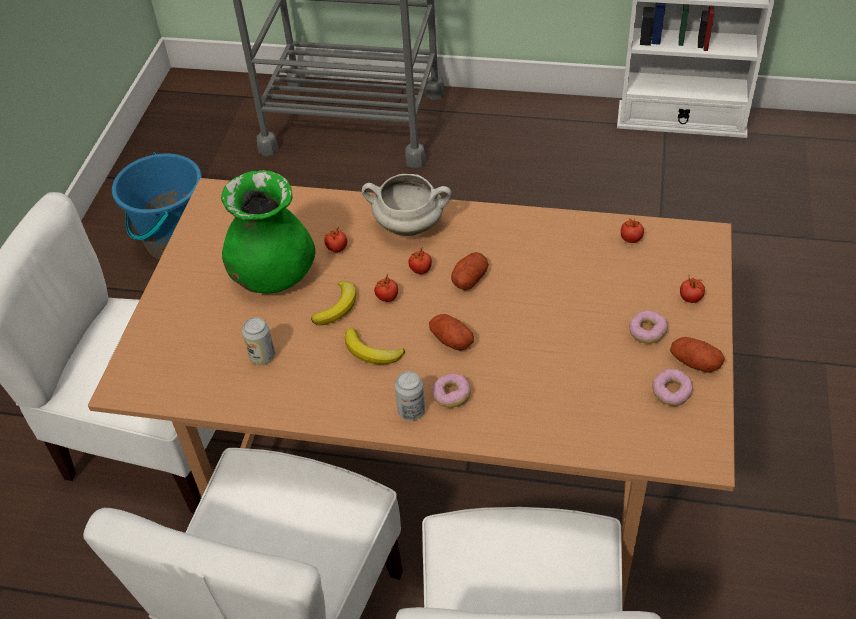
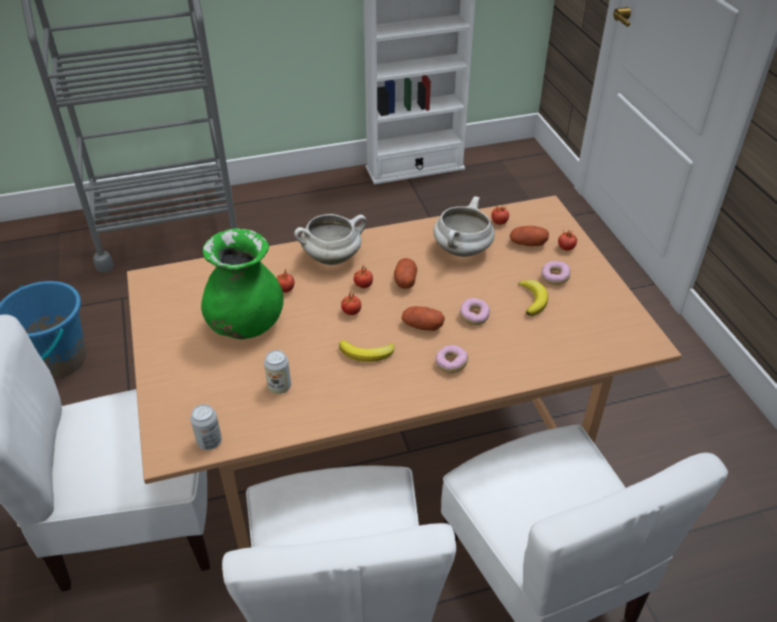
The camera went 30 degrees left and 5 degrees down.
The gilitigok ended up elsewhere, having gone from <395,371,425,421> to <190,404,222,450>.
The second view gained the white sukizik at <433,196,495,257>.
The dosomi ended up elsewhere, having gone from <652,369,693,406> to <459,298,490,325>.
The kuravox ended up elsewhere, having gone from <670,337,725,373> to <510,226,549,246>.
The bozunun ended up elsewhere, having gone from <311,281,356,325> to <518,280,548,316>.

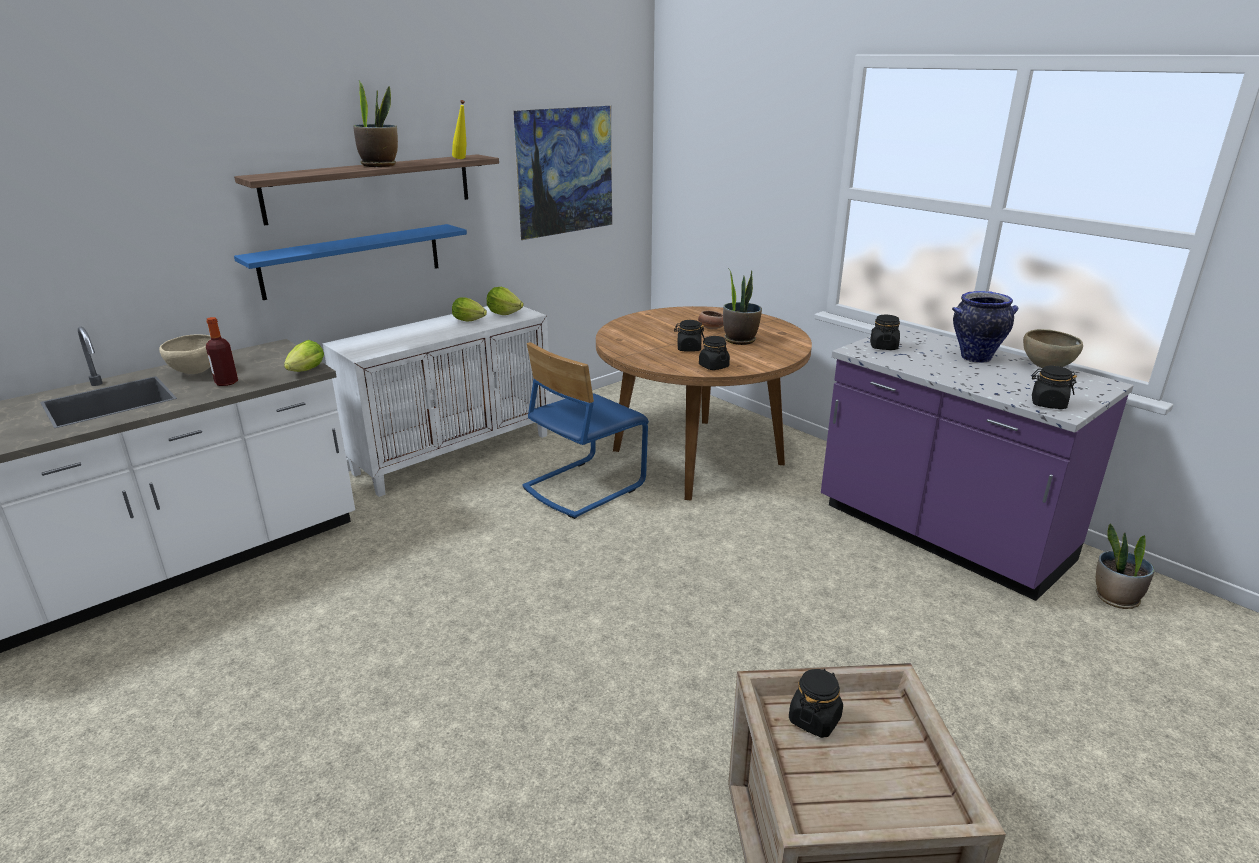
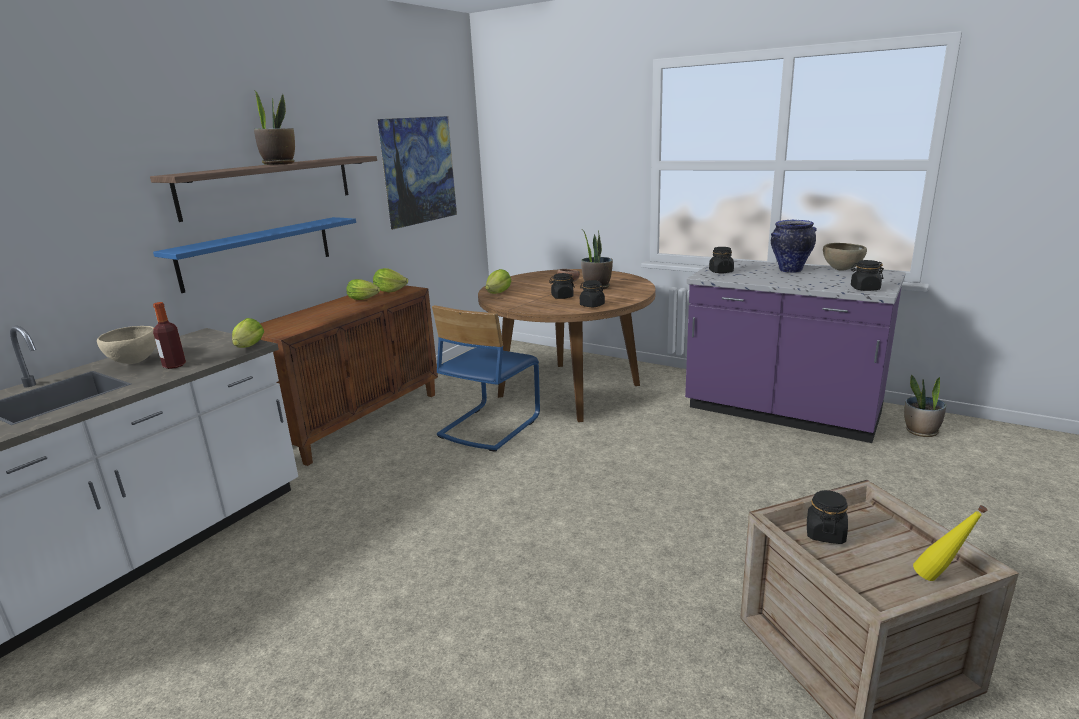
The camera went 15 degrees left and 5 degrees down.
What was the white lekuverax at <323,306,551,497> turned into the brown lekuverax at <260,285,438,466>.
The second view gained the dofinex at <485,269,512,294>.
The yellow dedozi ended up elsewhere, having gone from <452,100,467,159> to <913,505,987,581>.

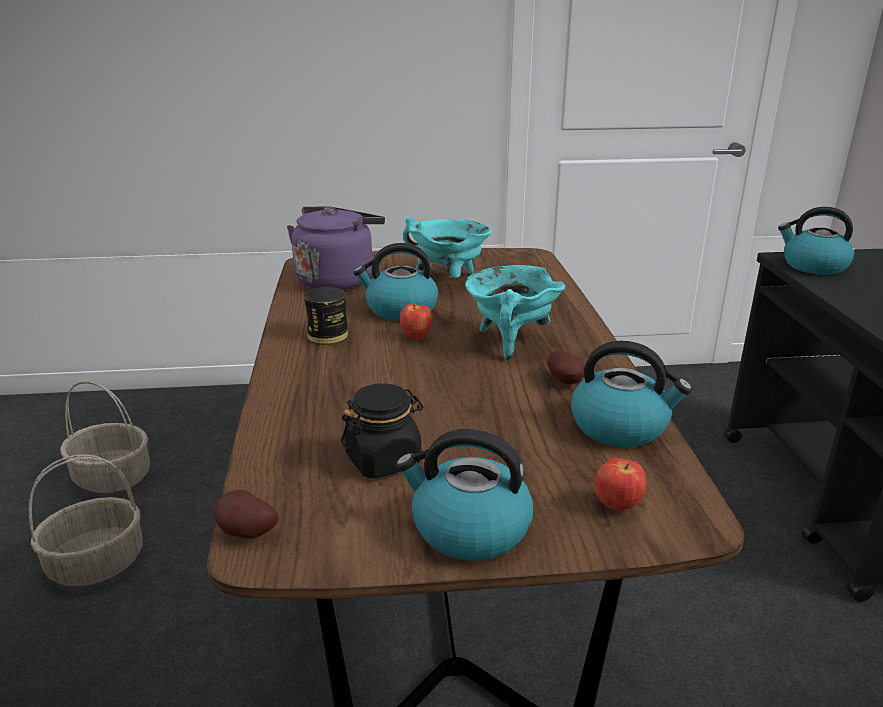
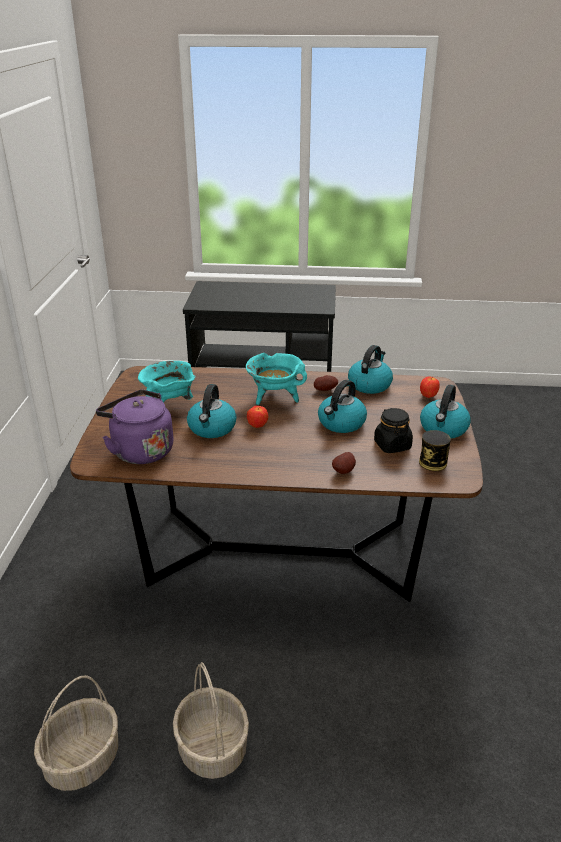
The camera went 80 degrees left and 5 degrees up.
The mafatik ended up elsewhere, having gone from <778,207,854,275> to <318,380,367,433>.
The kuravox ended up elsewhere, having gone from <214,490,279,539> to <332,452,356,474>.
The gilitigok ended up elsewhere, having gone from <304,287,348,345> to <419,430,451,471>.

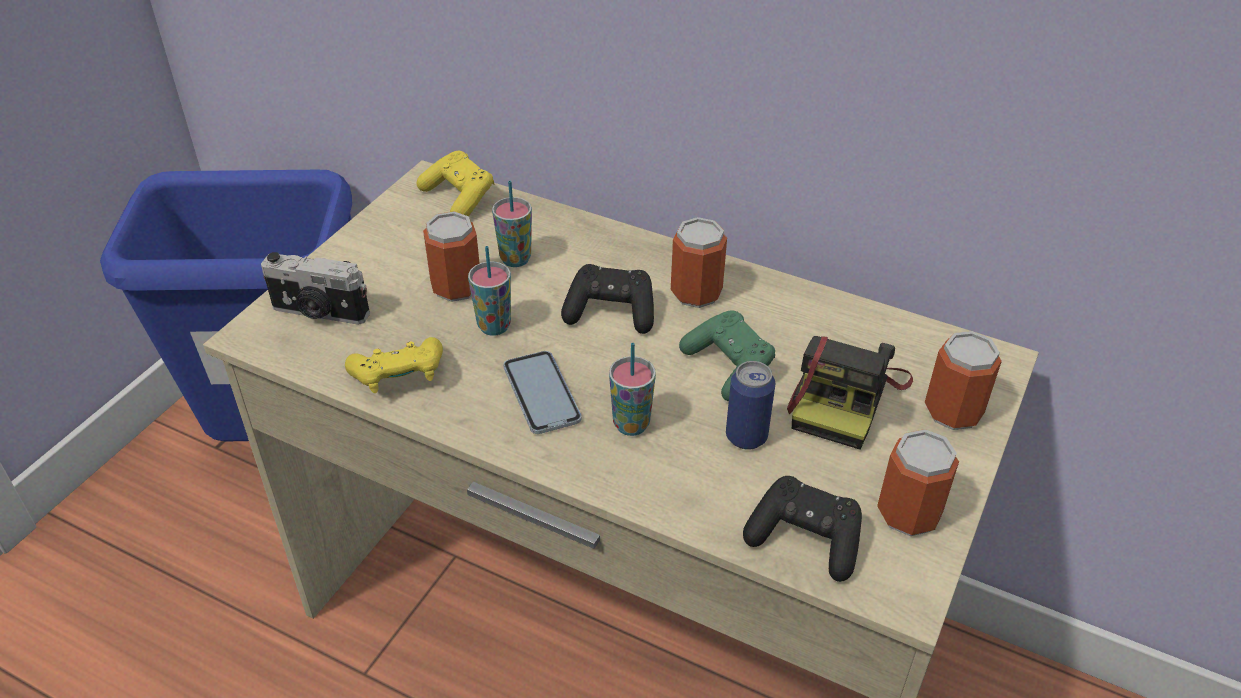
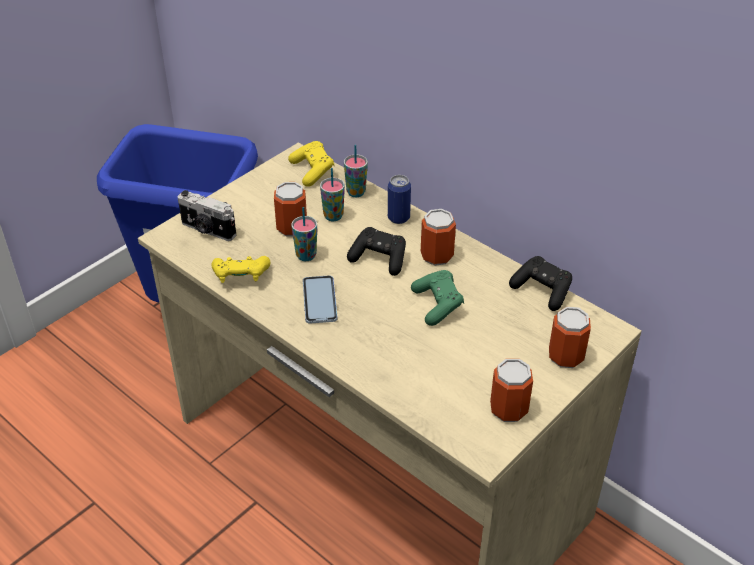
The camera went 15 degrees right and 0 degrees up.
The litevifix ended up elsewhere, having gone from <609,343,656,436> to <344,145,368,197>.
The gilitigok ended up elsewhere, having gone from <726,361,775,450> to <388,175,411,224>.
The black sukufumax ended up elsewhere, having gone from <743,476,862,582> to <509,256,572,311>.
The second view lost the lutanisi at <787,336,913,449>.

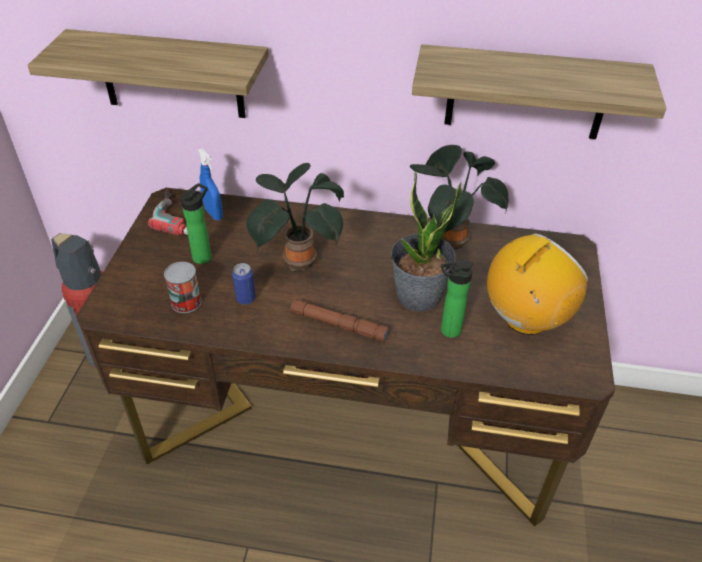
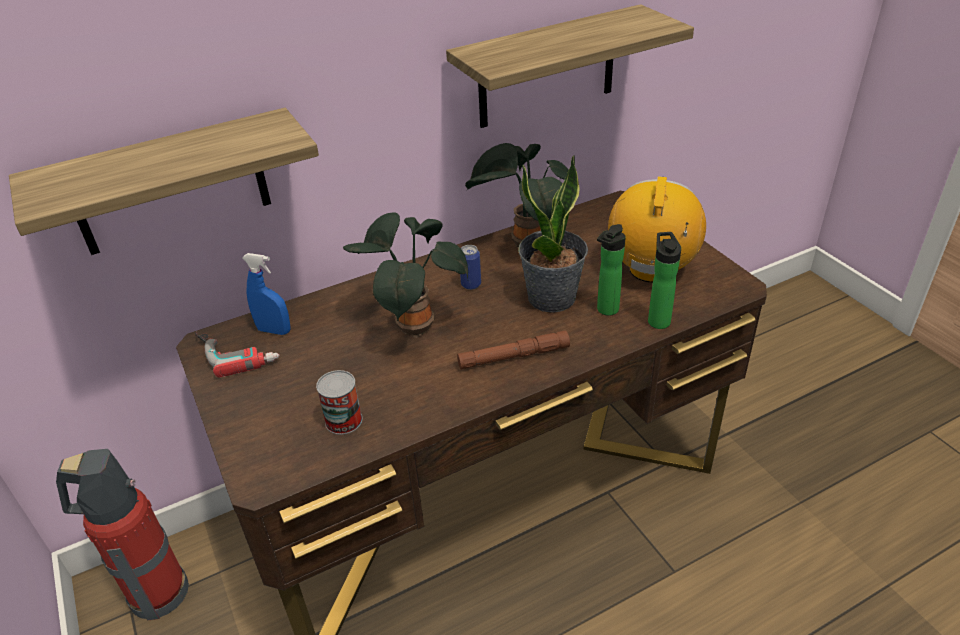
The camera went 35 degrees left and 5 degrees down.
The gilitigok ended up elsewhere, having gone from <232,263,256,305> to <460,245,481,290>.
The dedozi ended up elsewhere, having gone from <181,183,212,264> to <648,232,681,329>.

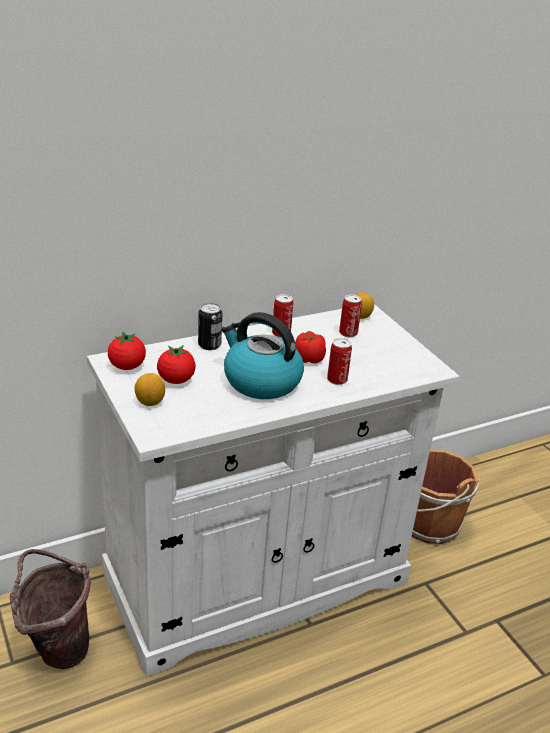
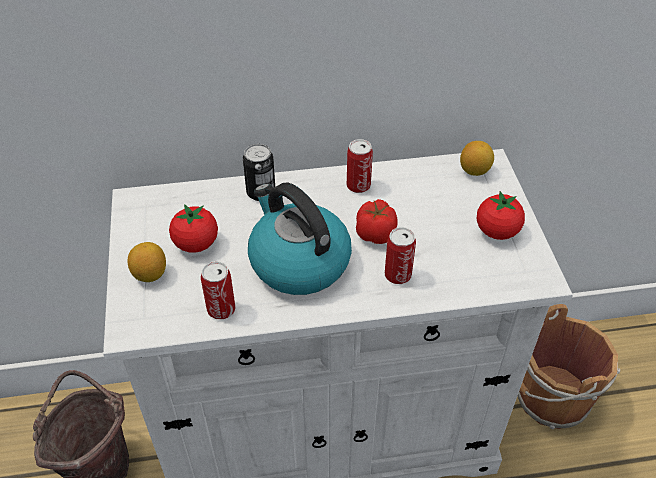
The camera went 20 degrees right and 15 degrees up.
The gilitigok ended up elsewhere, having gone from <339,294,362,338> to <201,261,235,319>.
The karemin ended up elsewhere, having gone from <108,331,146,370> to <477,191,525,240>.

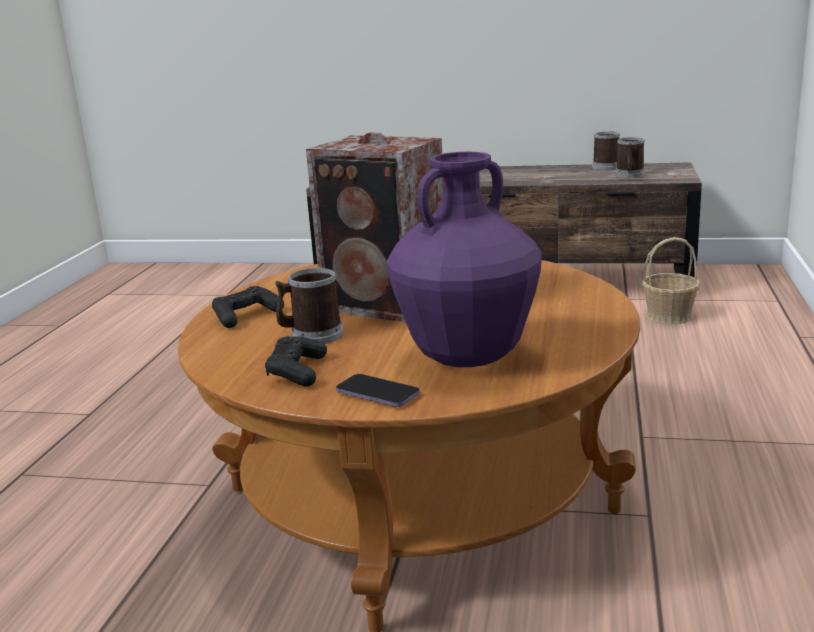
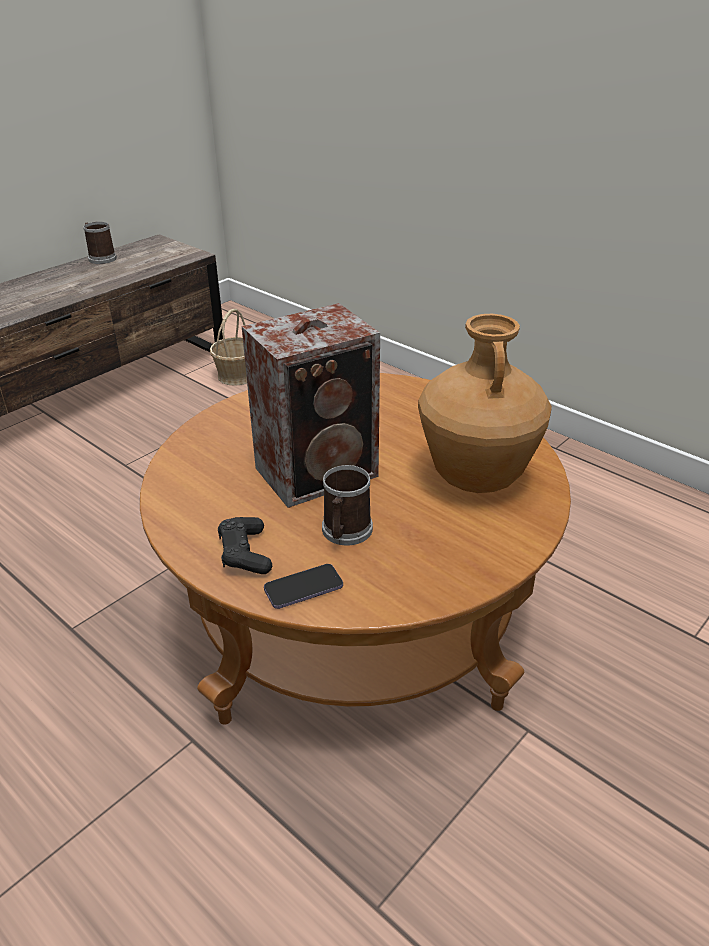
The camera went 60 degrees left and 15 degrees up.
The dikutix ended up elsewhere, having gone from <336,374,420,407> to <264,564,343,609>.
What was the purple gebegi at <386,152,541,367> turned into the brown gebegi at <418,314,552,493>.
The second view lost the black sukufumax at <265,336,327,386>.
The second view lost the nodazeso at <615,137,645,178>.

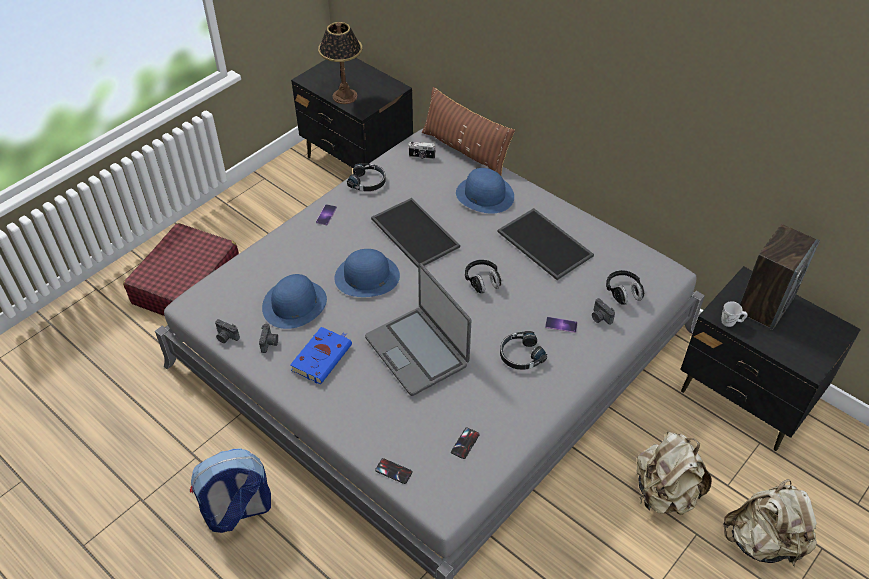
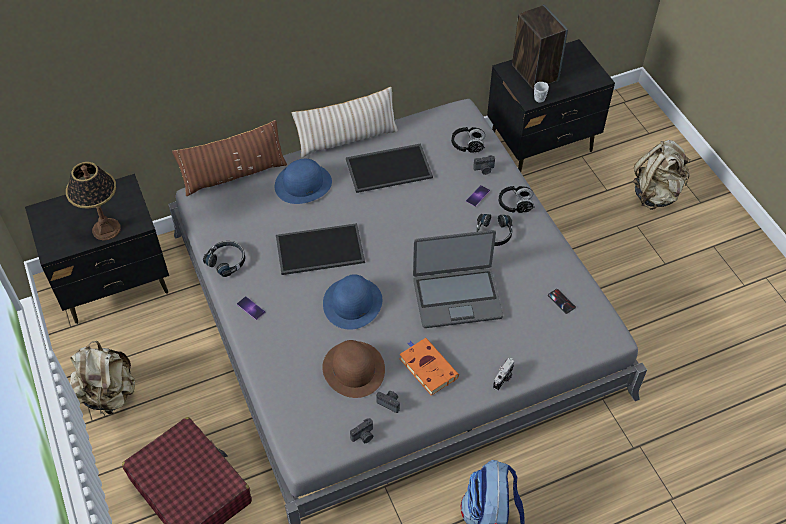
The camera went 65 degrees left and 5 degrees up.
The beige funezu ended up elsewhere, having gone from <636,432,712,515> to <70,341,135,416>.
The second view gained the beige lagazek at <292,87,398,158>.
What was the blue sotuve at <262,274,327,329> turned into the brown sotuve at <322,340,385,398>.
What was the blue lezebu at <290,327,352,384> turned into the orange lezebu at <399,338,459,396>.
The lutanisi ended up elsewhere, having gone from <408,142,436,159> to <493,358,514,391>.
The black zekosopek ended up elsewhere, having gone from <465,260,501,294> to <499,186,535,213>.
The second view lost the dikutix at <375,458,413,484>.

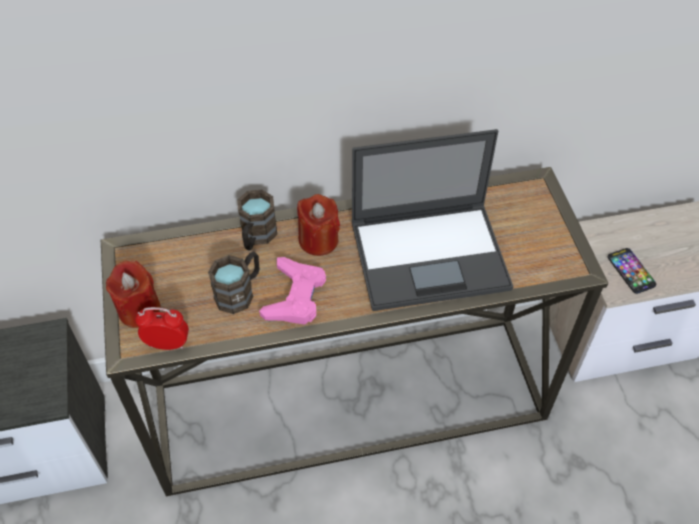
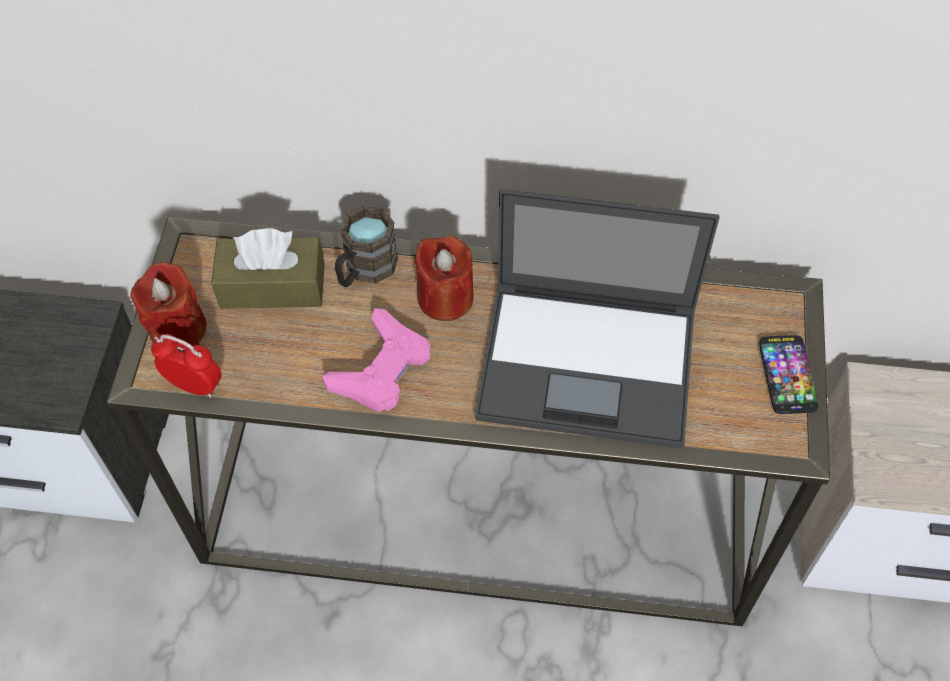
The camera went 20 degrees right and 5 degrees up.
The second view gained the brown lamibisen at <211,228,325,309>.
The dikutix ended up elsewhere, having gone from <608,248,656,294> to <759,335,818,414>.
The second view lost the brown nodazeso at <208,252,259,314>.

